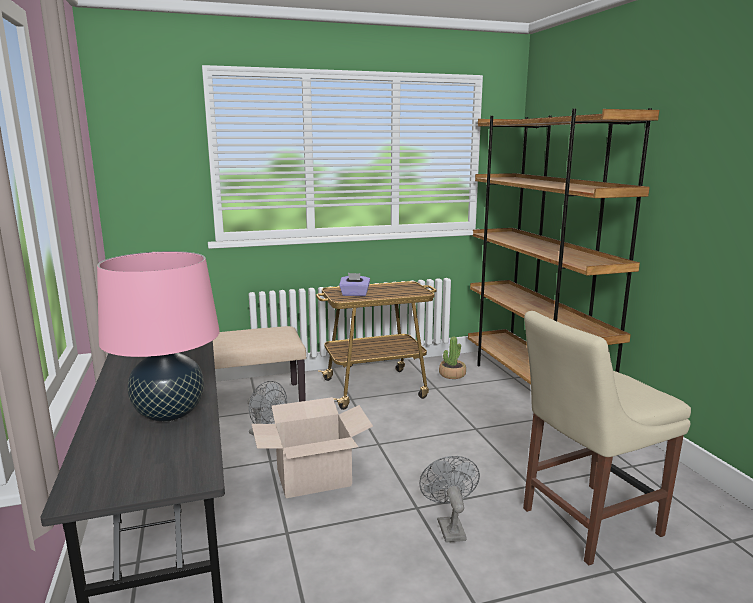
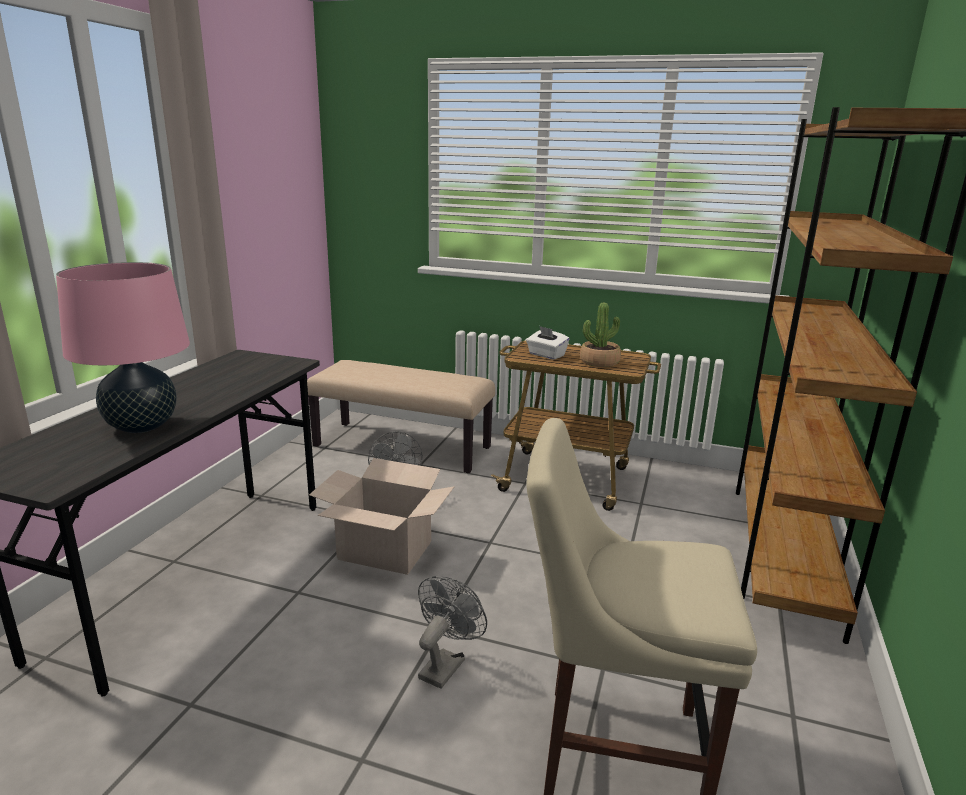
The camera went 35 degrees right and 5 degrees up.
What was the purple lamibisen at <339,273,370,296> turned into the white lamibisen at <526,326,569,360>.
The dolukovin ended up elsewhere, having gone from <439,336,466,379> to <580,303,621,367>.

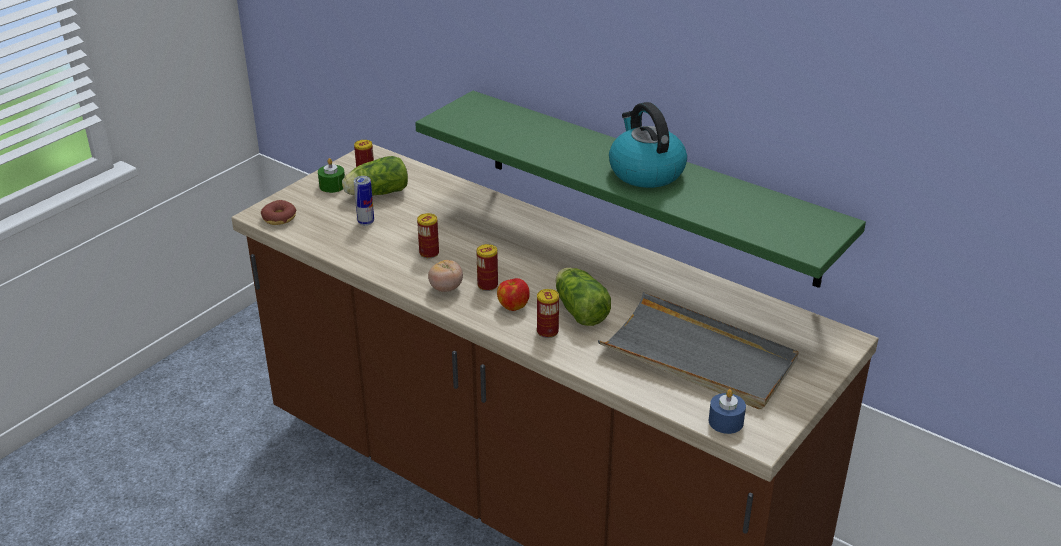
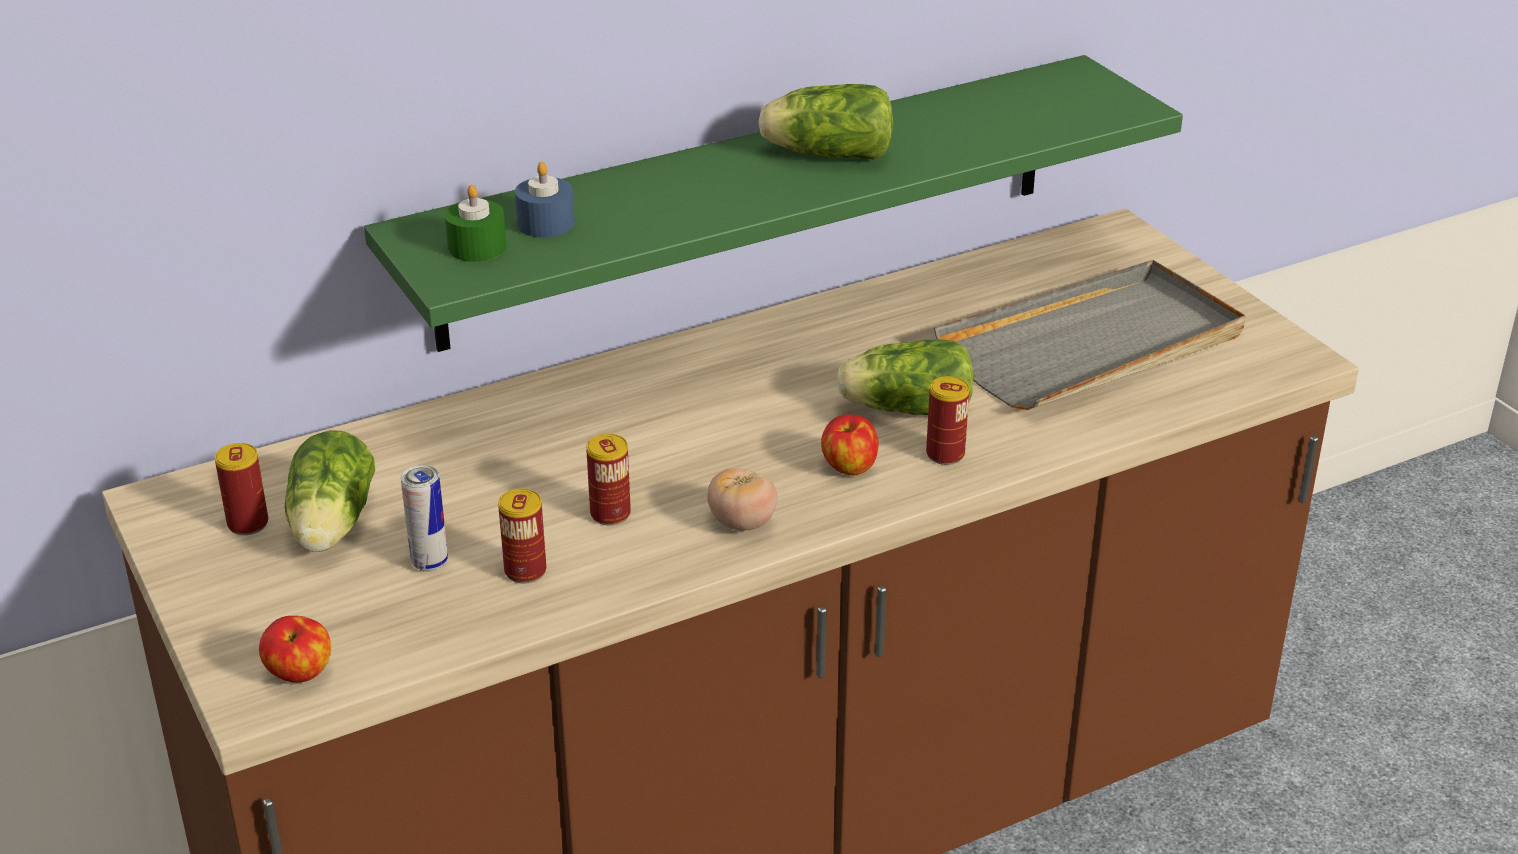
The camera went 65 degrees left and 0 degrees up.
Where the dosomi stood at <261,200,296,225>, the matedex came to stand at <259,616,331,683>.
The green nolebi ended up elsewhere, having gone from <318,158,345,193> to <445,184,506,262>.
The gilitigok ended up elsewhere, having gone from <476,244,498,291> to <498,488,546,584>.
The blue nolebi ended up elsewhere, having gone from <709,389,746,434> to <515,162,574,238>.
Where the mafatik stood at <609,102,687,188>, the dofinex came to stand at <758,84,893,160>.

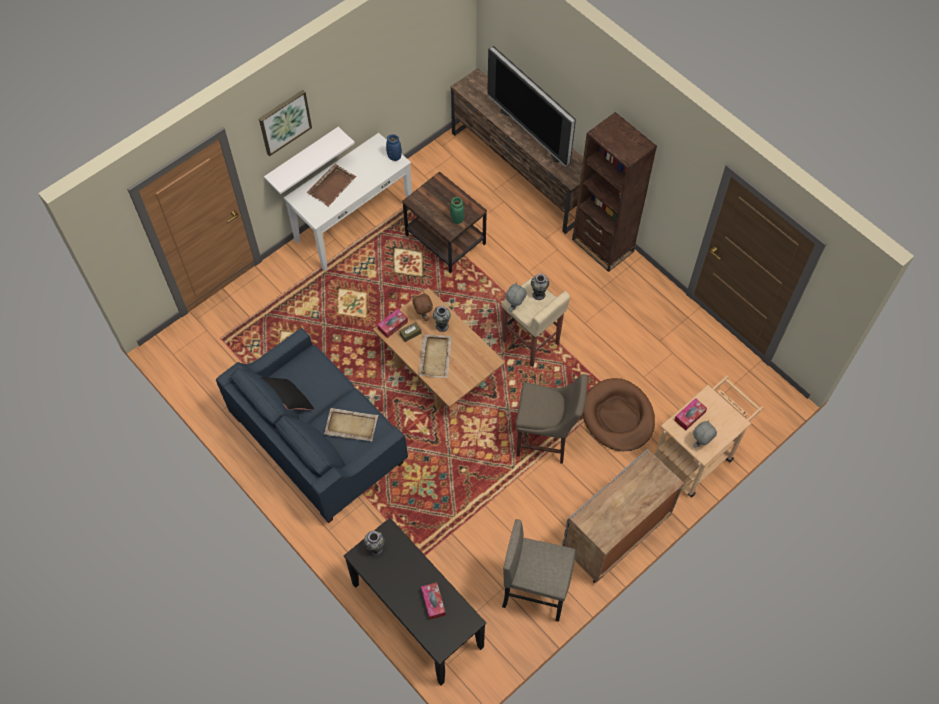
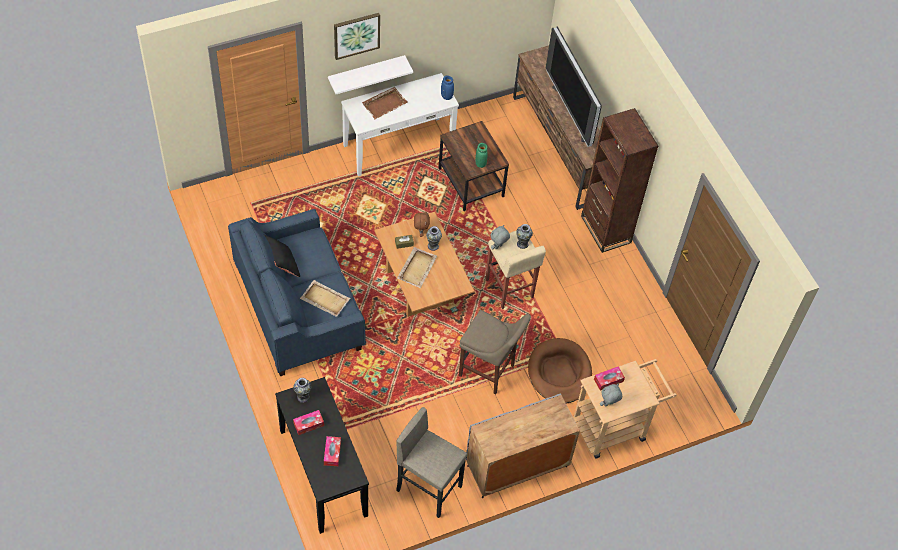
The camera went 15 degrees right and 5 degrees down.
The lamibisen ended up elsewhere, having gone from <377,309,408,338> to <293,410,324,435>.

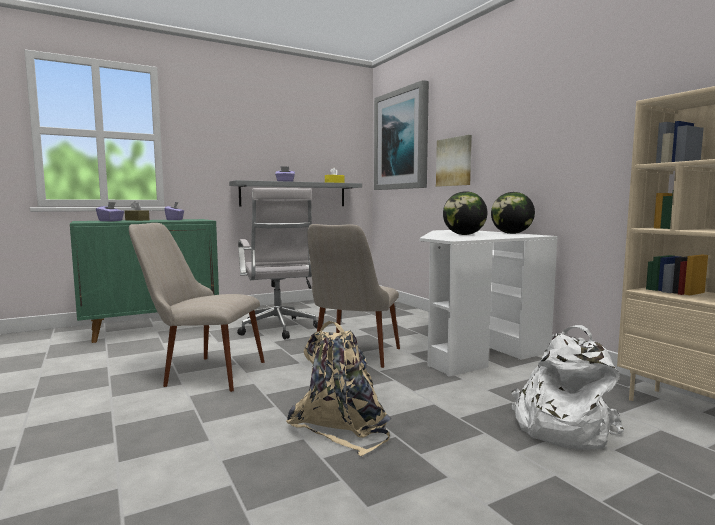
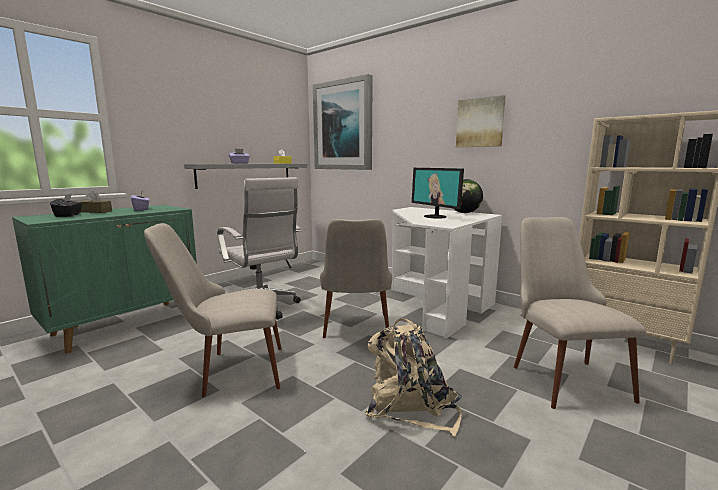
The camera went 20 degrees left and 5 degrees up.
What was the purple lamibisen at <96,202,124,221> turned into the black lamibisen at <50,194,82,217>.
Where the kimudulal stood at <443,191,487,235>, the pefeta came to stand at <412,168,464,219>.
The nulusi ended up elsewhere, having gone from <436,135,472,187> to <456,95,505,148>.
Where the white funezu stood at <511,325,624,450>, the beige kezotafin came to stand at <514,217,647,409>.

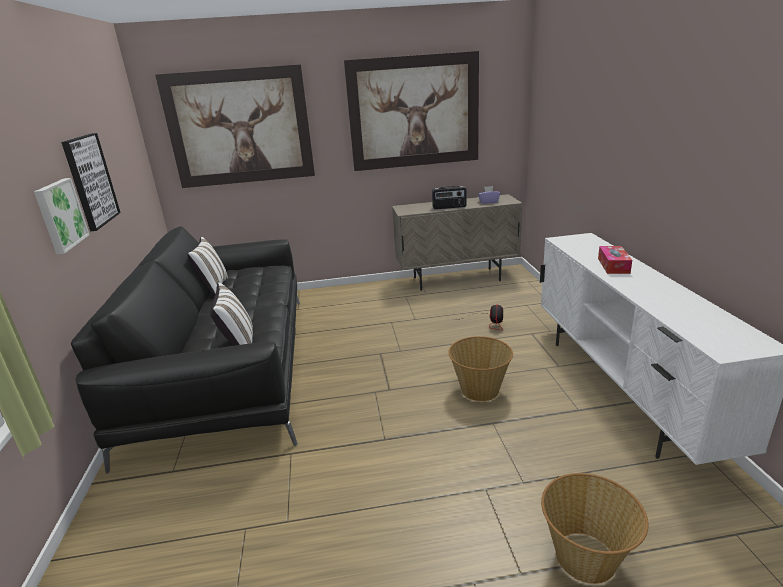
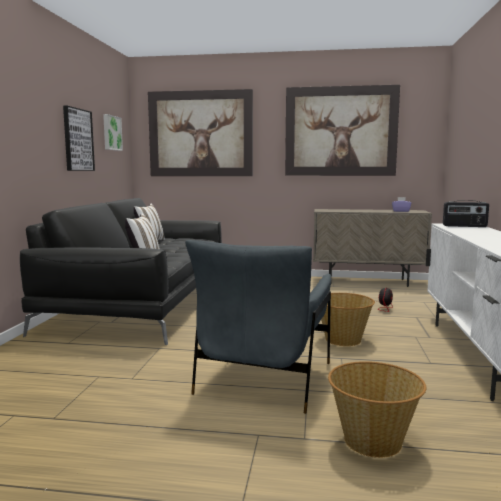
The camera went 15 degrees right and 15 degrees down.
The nulusi ended up elsewhere, having gone from <34,178,90,254> to <103,114,123,151>.
The second view gained the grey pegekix at <185,240,331,414>.
The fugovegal ended up elsewhere, having gone from <432,186,466,209> to <443,200,489,227>.
The second view lost the lamibisen at <598,246,632,274>.

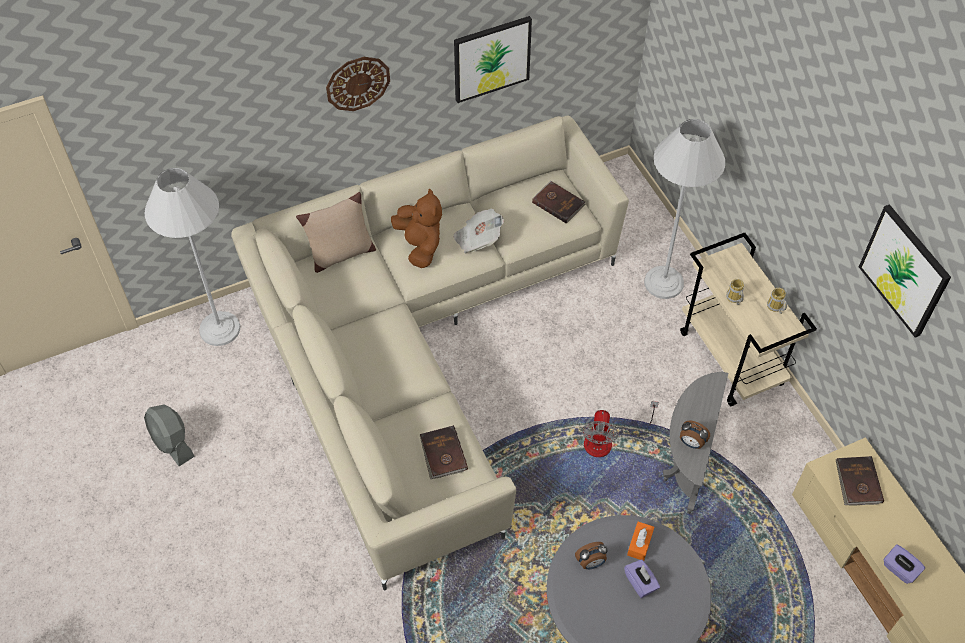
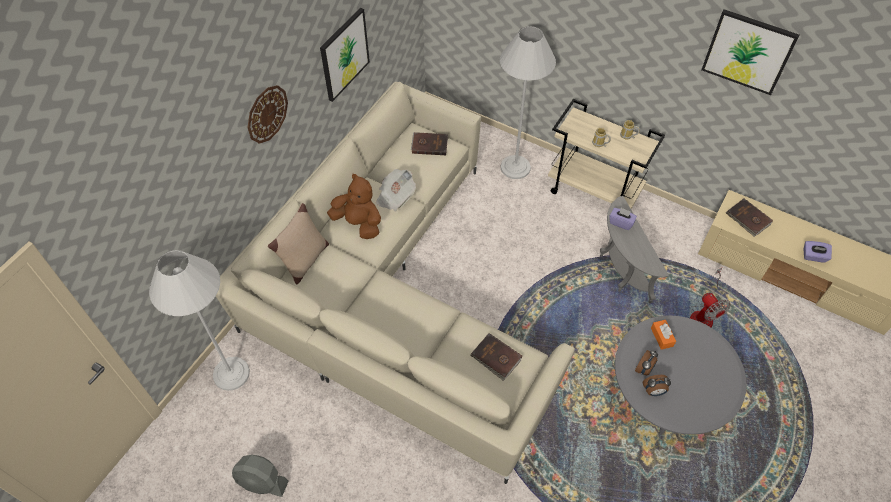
The camera went 35 degrees left and 0 degrees up.
The purple lamibisen ended up elsewhere, having gone from <624,559,660,598> to <609,208,637,230>.
The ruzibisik ended up elsewhere, having gone from <680,421,710,449> to <643,375,671,396>.
The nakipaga ended up elsewhere, having gone from <582,401,659,457> to <690,268,731,327>.

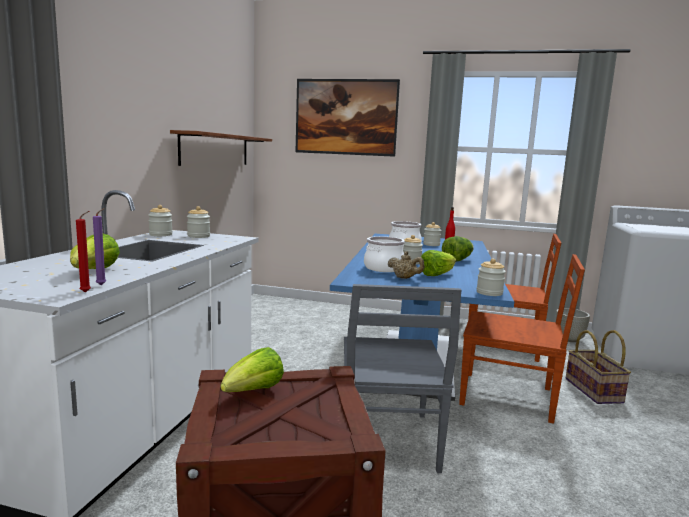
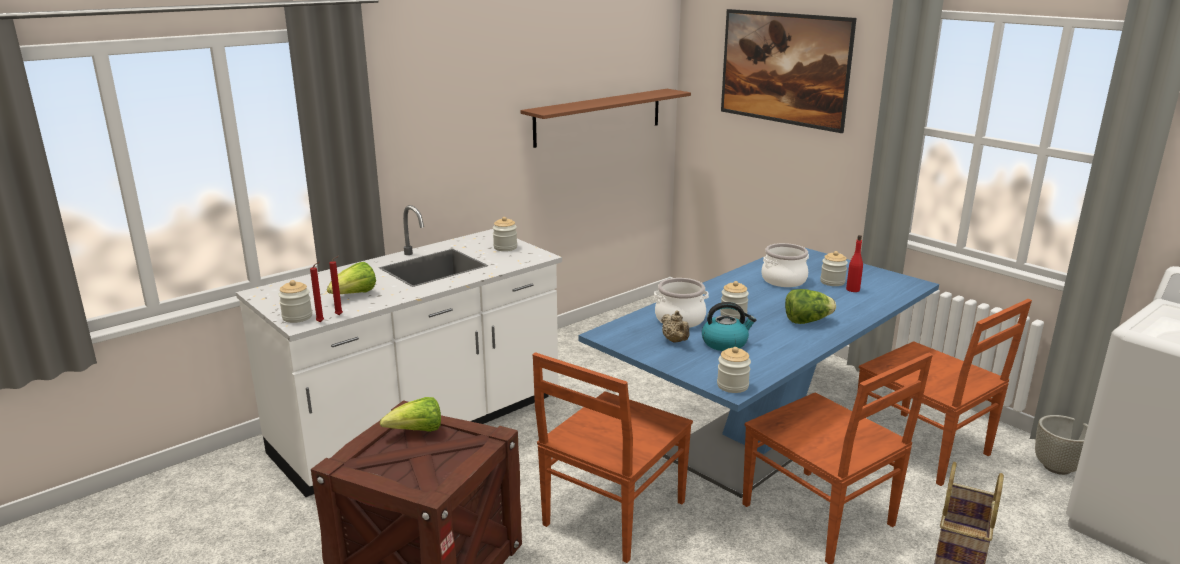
The camera went 35 degrees right and 10 degrees up.
The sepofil ended up elsewhere, having gone from <148,205,173,236> to <278,280,312,323>.
What was the purple nolebi at <93,208,106,285> turned into the red nolebi at <329,256,343,315>.
What was the grey kezotafin at <344,284,462,473> turned into the brown kezotafin at <532,353,693,563>.
Where the dofinex stood at <421,250,456,276>, the mafatik came to stand at <702,302,756,351>.

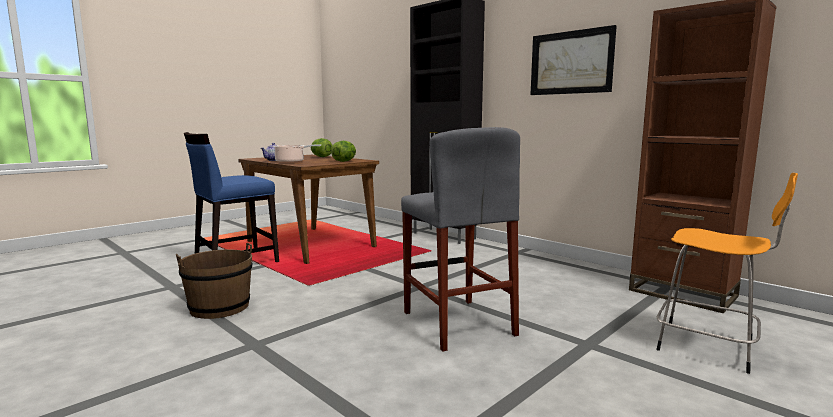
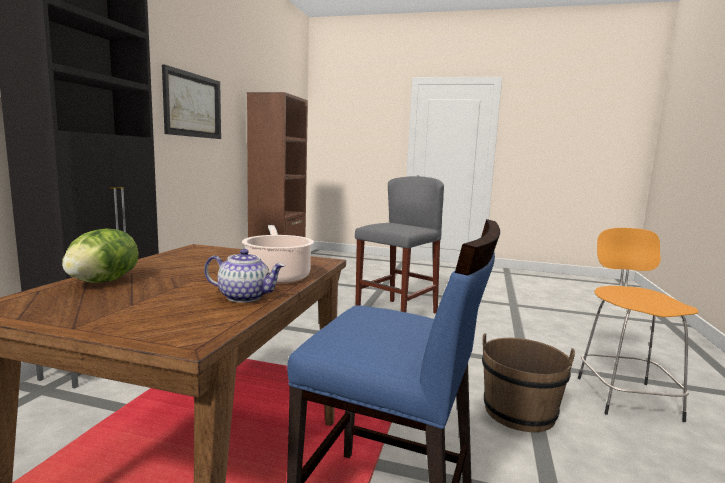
The camera went 120 degrees left and 0 degrees up.
The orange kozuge ended up elsewhere, having gone from <656,173,798,374> to <578,228,698,422>.
The second view lost the dofinex at <331,141,356,162>.

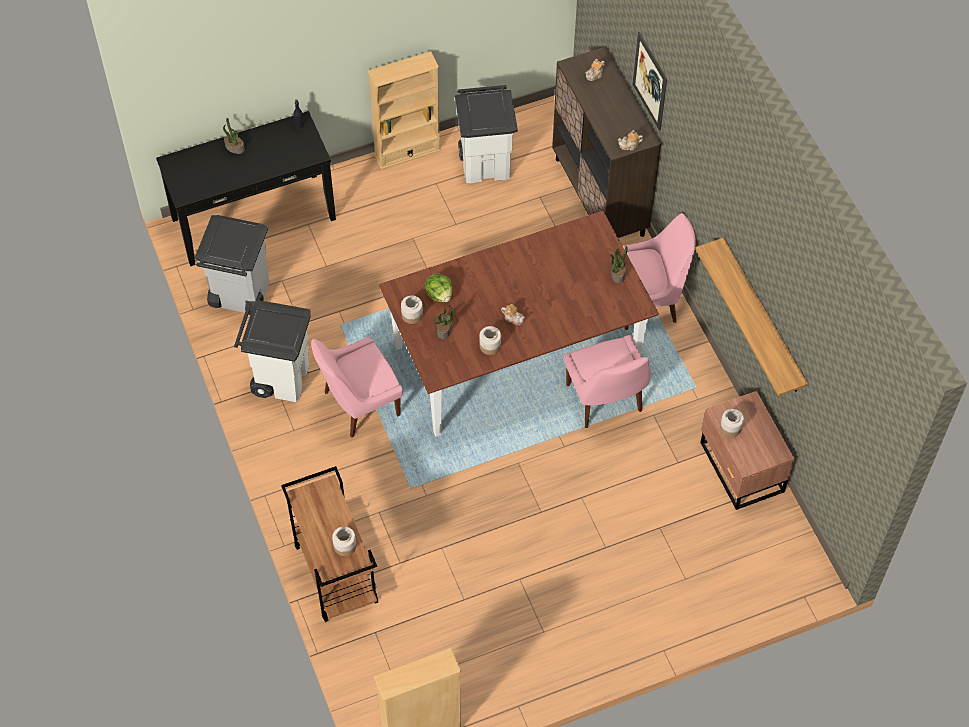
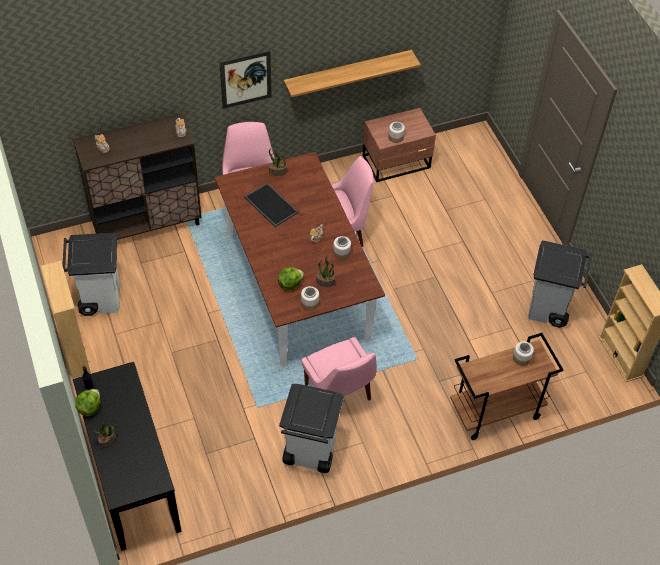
The camera went 90 degrees left and 5 degrees down.
The second view gained the dofinex at <75,389,100,416>.
The nulusi ended up elsewhere, having gone from <633,32,667,131> to <219,50,271,109>.
The second view gained the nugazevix at <244,183,298,227>.
The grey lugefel ended up elsewhere, having gone from <195,215,269,315> to <528,240,592,328>.

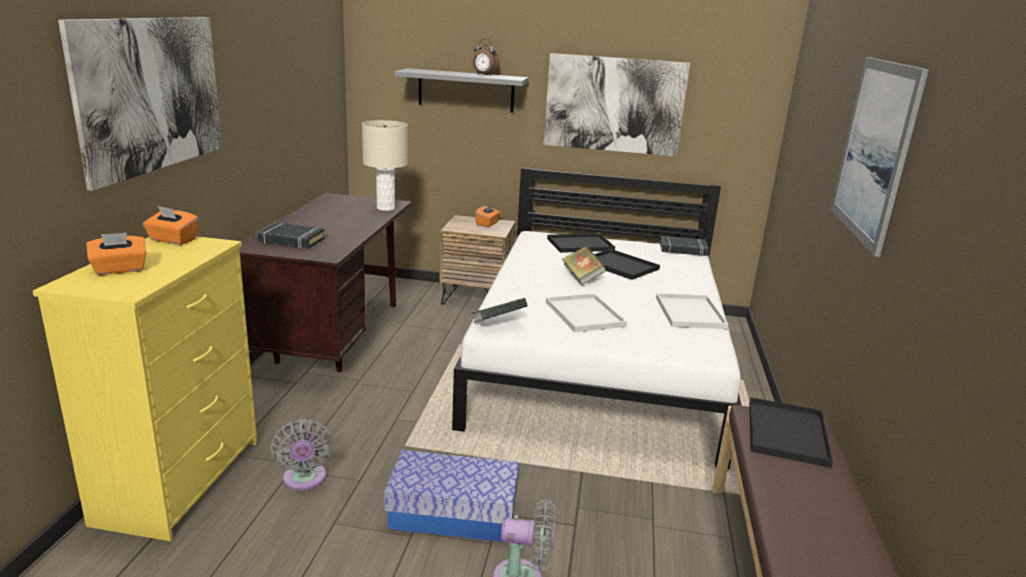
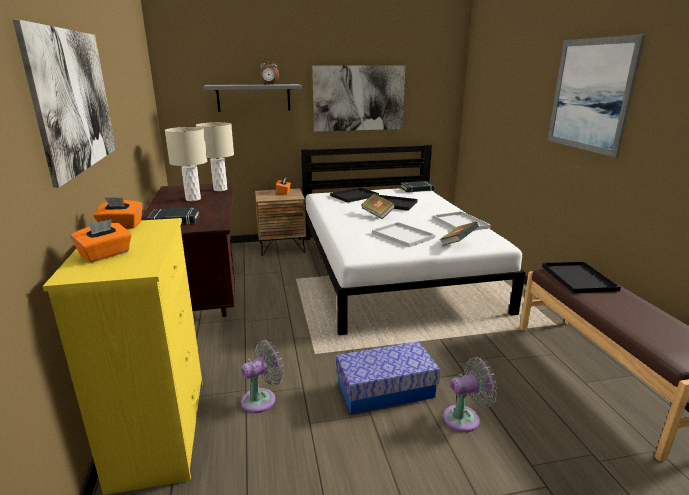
The camera went 20 degrees left and 0 degrees up.
The second view gained the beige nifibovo at <165,127,207,201>.
The grey nakipaga at <271,419,333,490> ended up facing another way, 90 degrees counterclockwise from before.
The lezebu ended up elsewhere, having gone from <471,298,527,323> to <441,222,479,246>.

